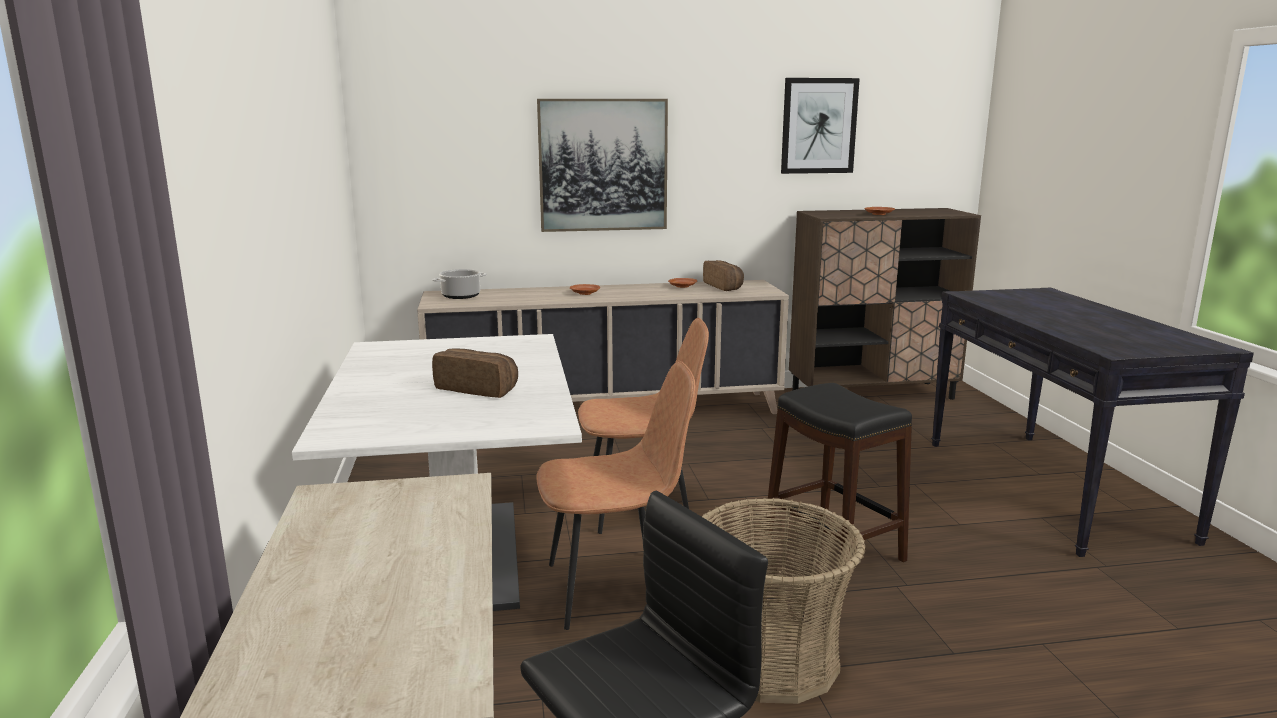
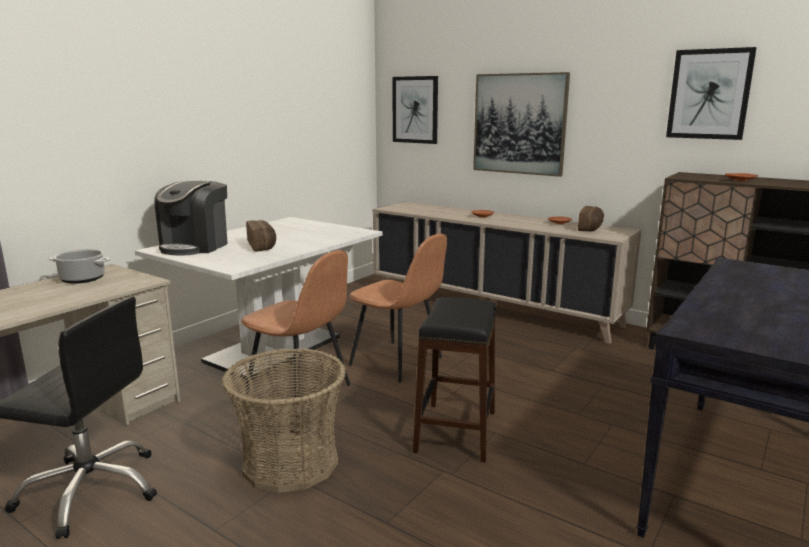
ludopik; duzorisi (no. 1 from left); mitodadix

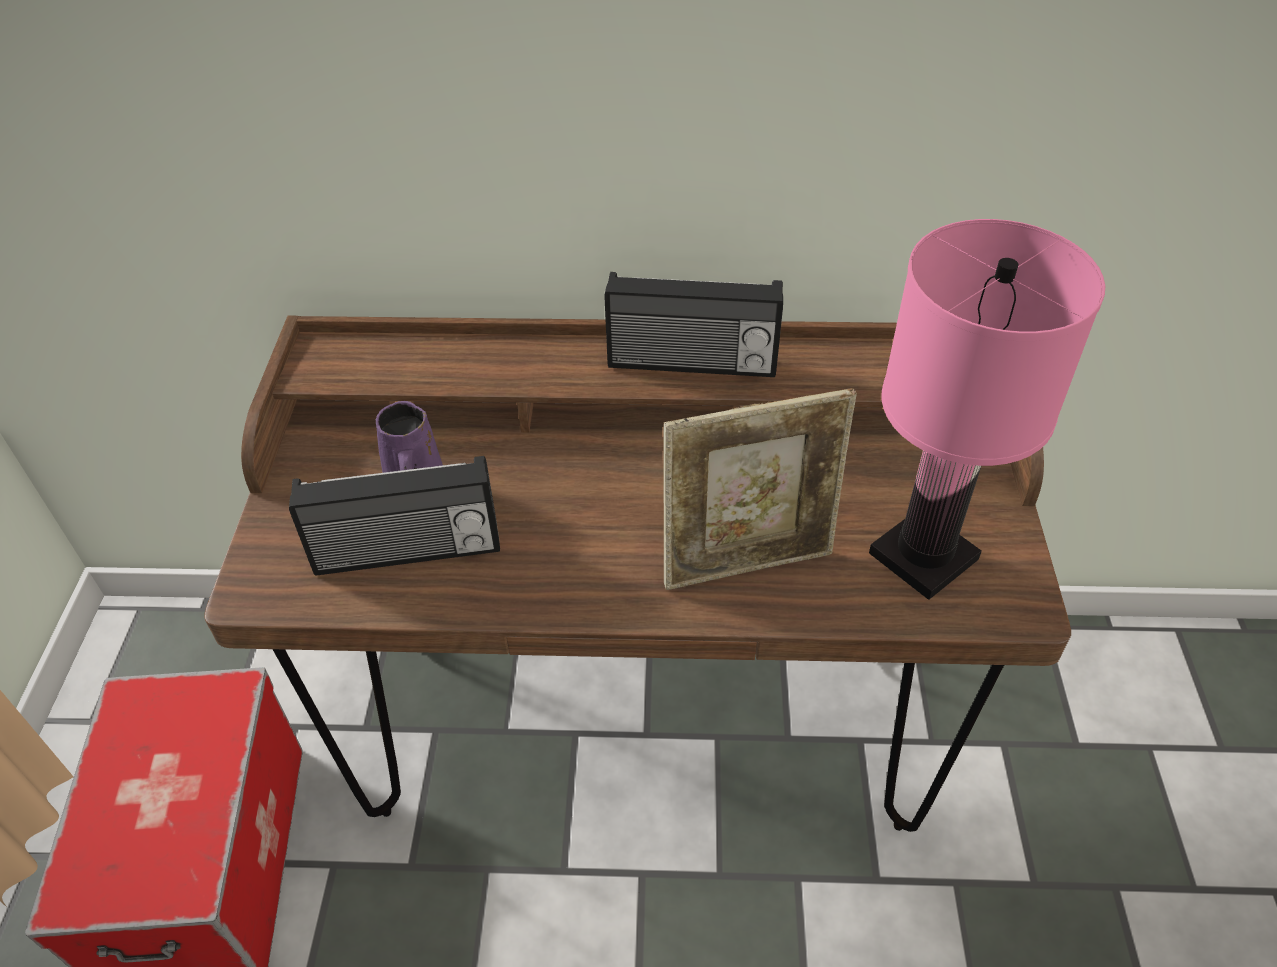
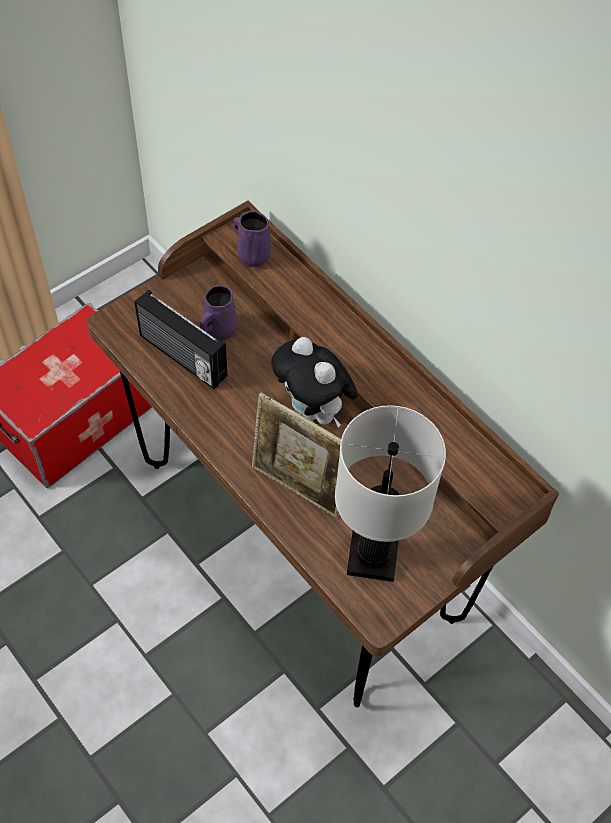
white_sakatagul; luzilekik (no. 2 from left in the first image); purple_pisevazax (no. 2 from left); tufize

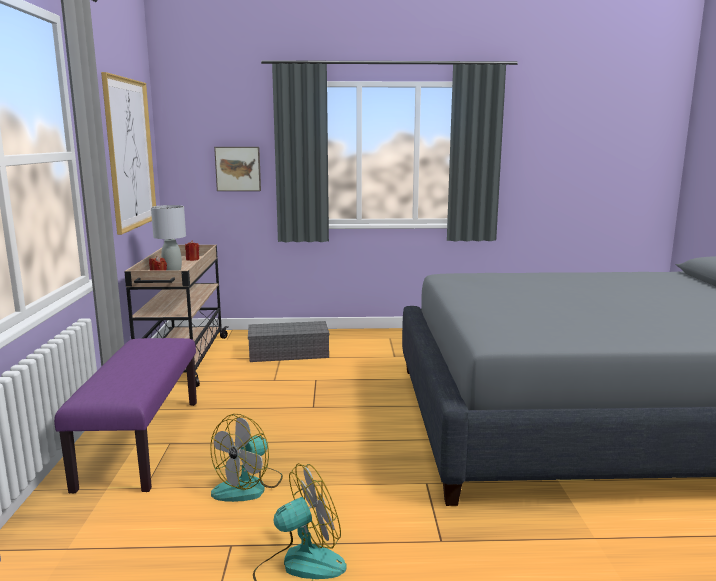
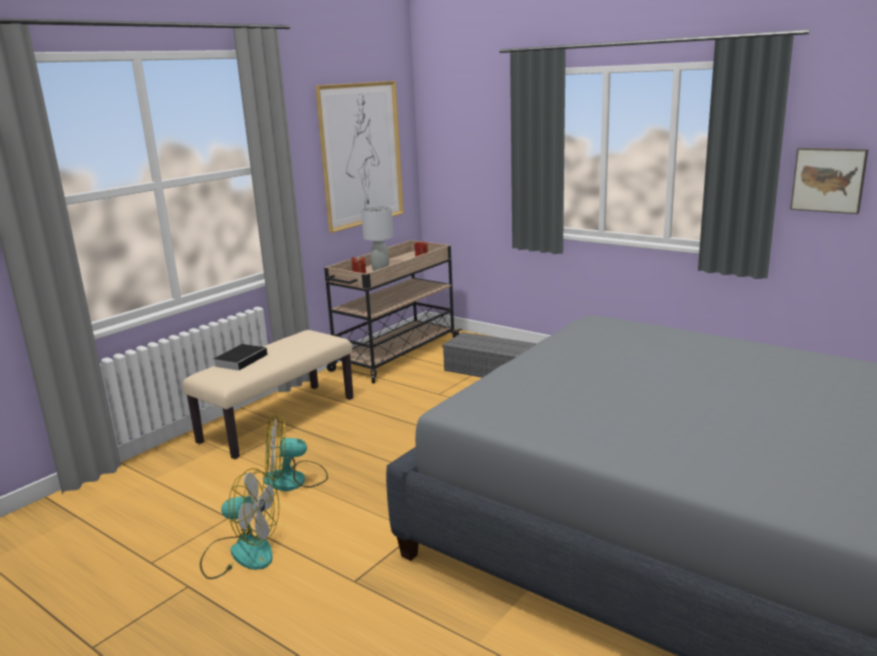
duzorisi (no. 2 from left); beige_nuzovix; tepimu

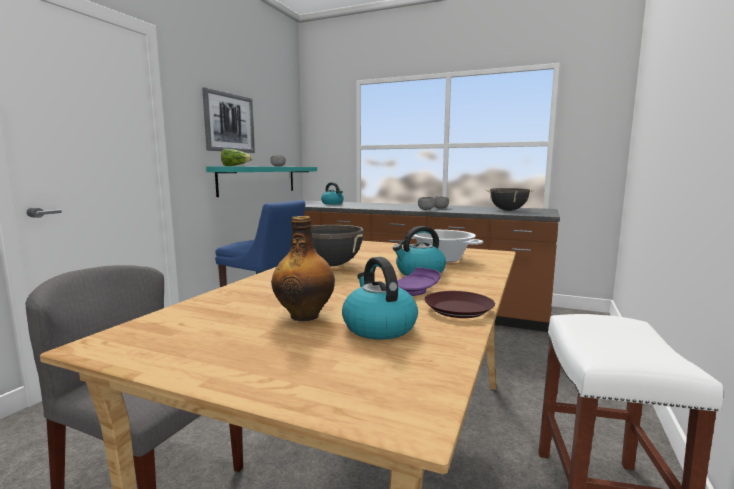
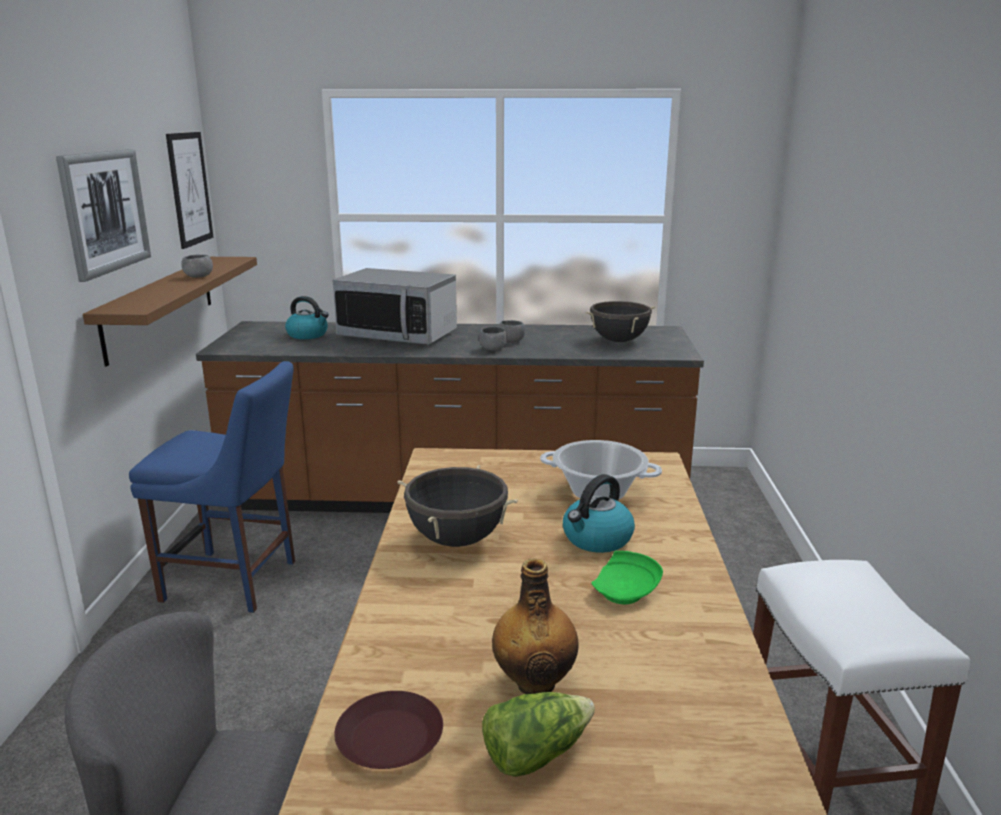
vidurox; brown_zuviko; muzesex (no. 2 from left in the first image); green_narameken; brown_narameken; duzorisi (no. 2 from left); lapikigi

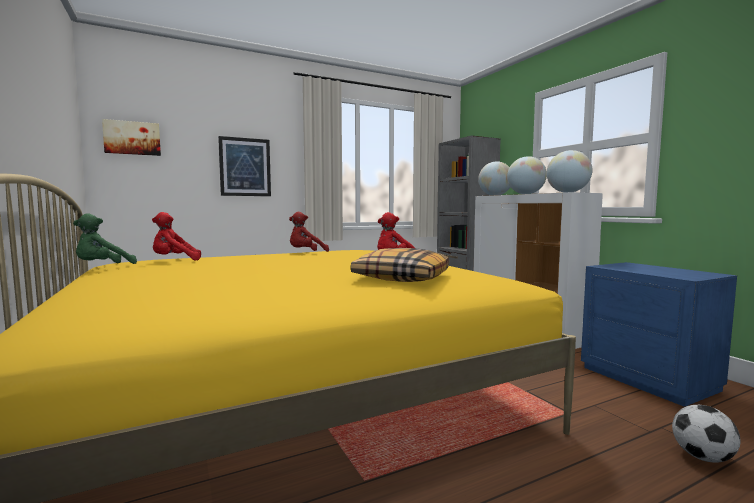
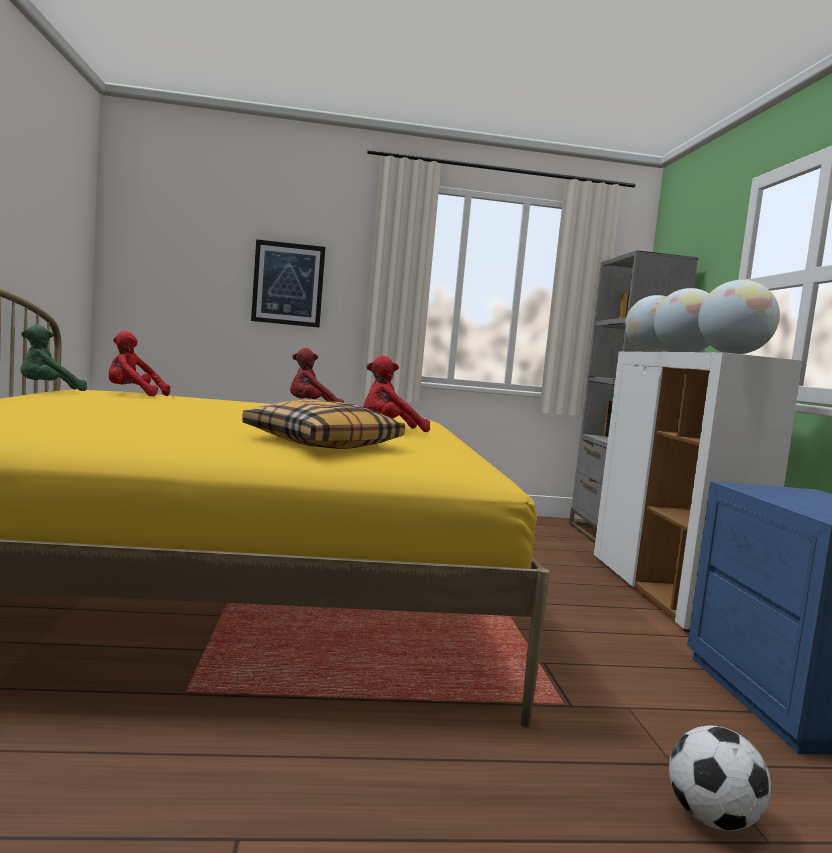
duzorisi (no. 1 from left in the first image)

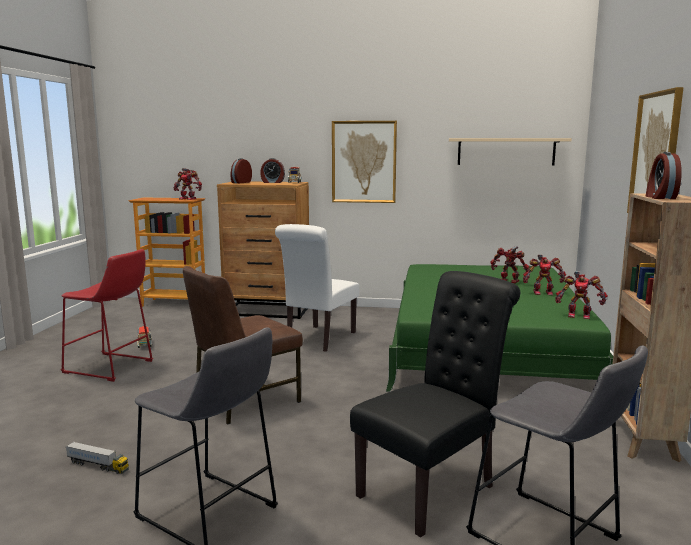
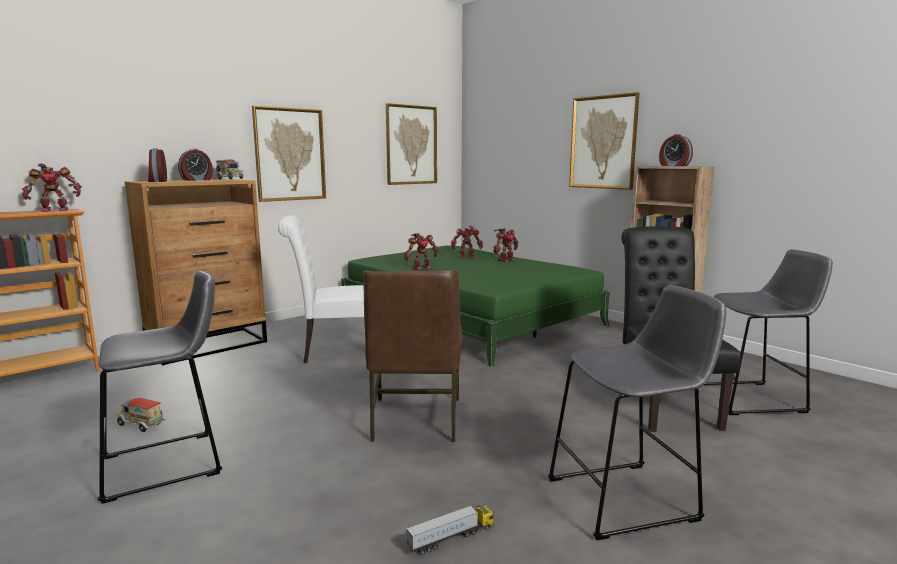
duzorisi (no. 2 from left); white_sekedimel; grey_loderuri (no. 1 from left); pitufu (no. 2 from left)

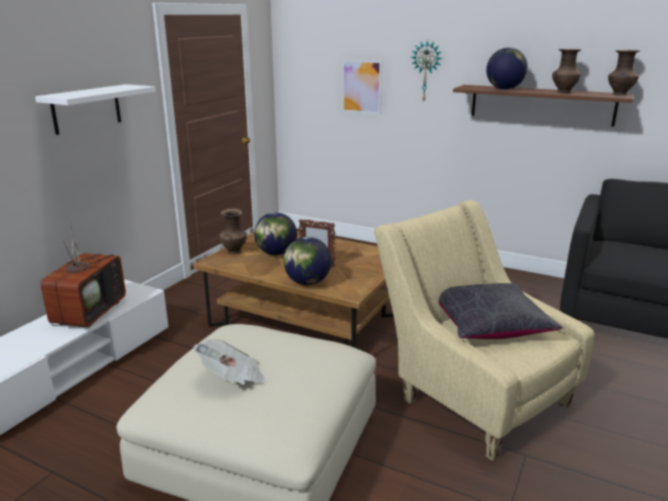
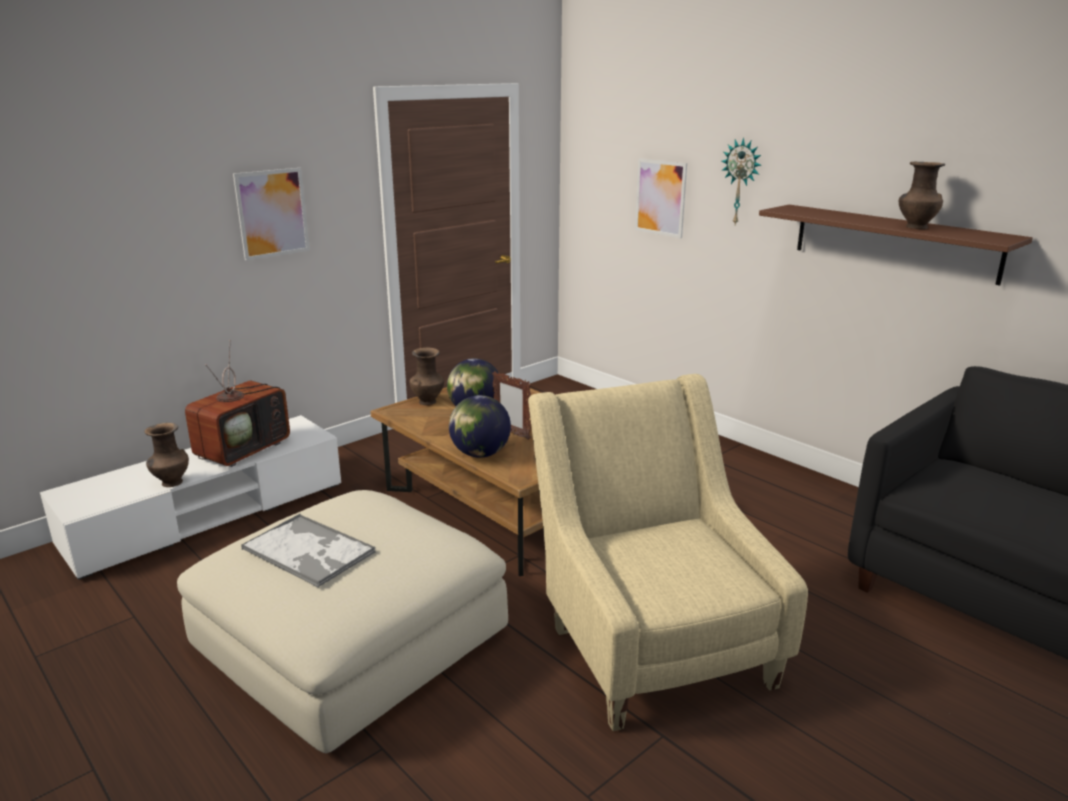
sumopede (no. 3 from left in the first image); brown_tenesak (no. 1 from left); duzorisi (no. 1 from left); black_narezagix; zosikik

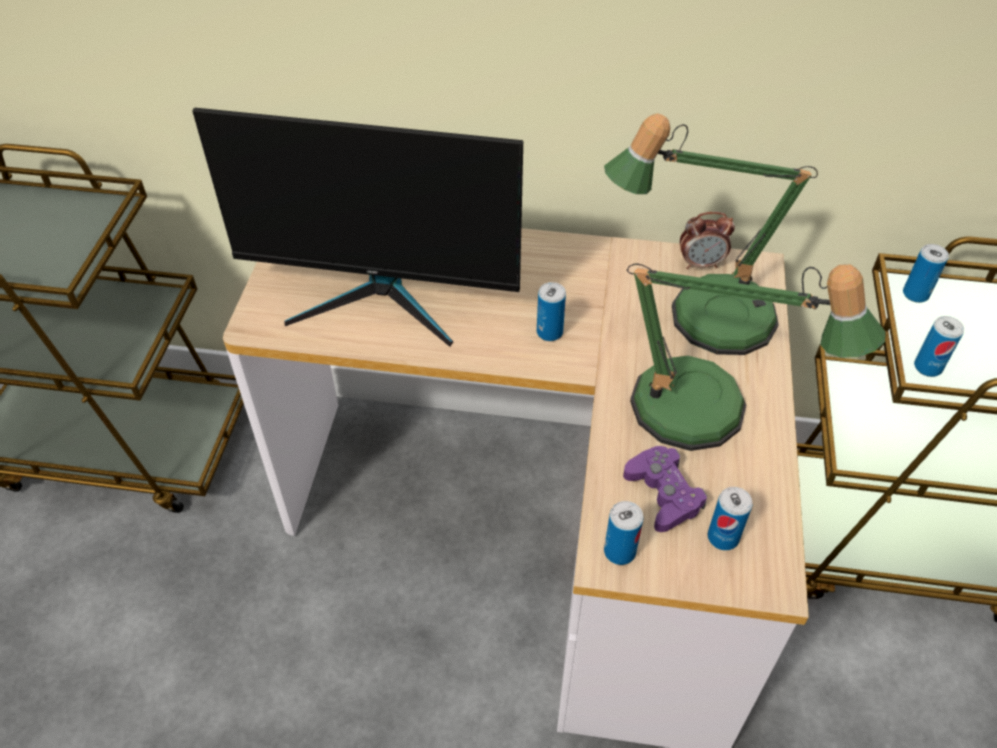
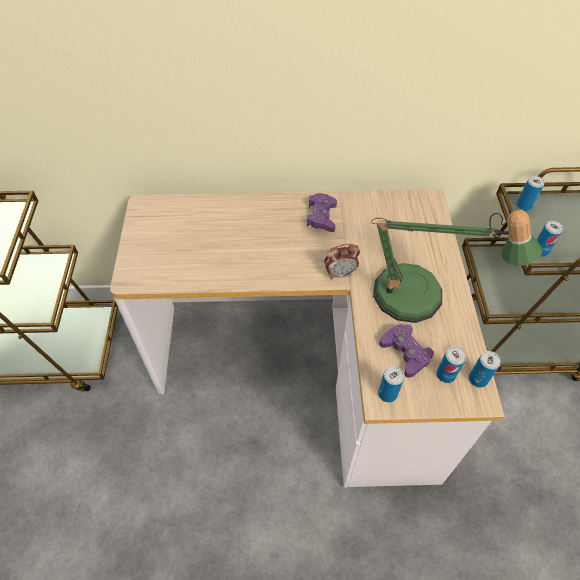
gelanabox; sakatagul (no. 1 from left in the first image); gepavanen; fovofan (no. 3 from left); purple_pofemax (no. 1 from left)

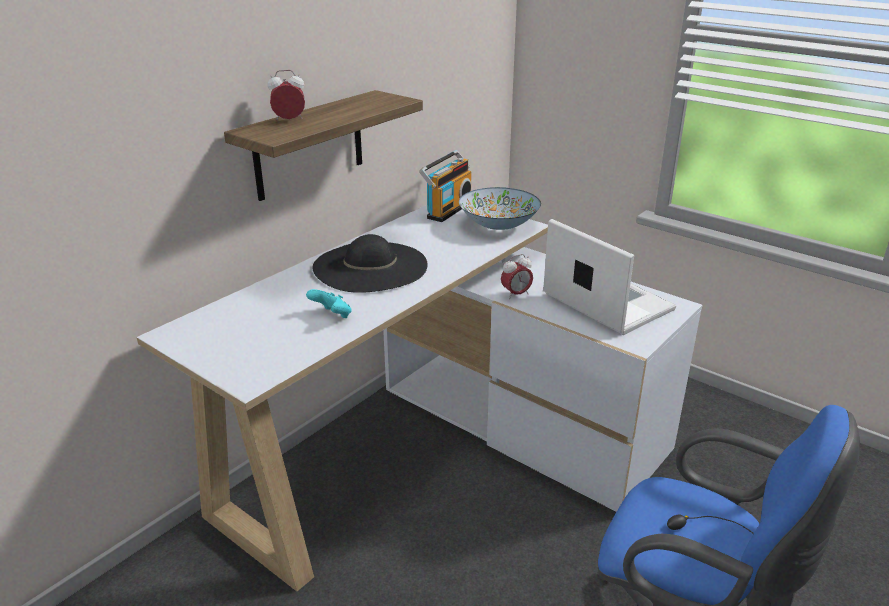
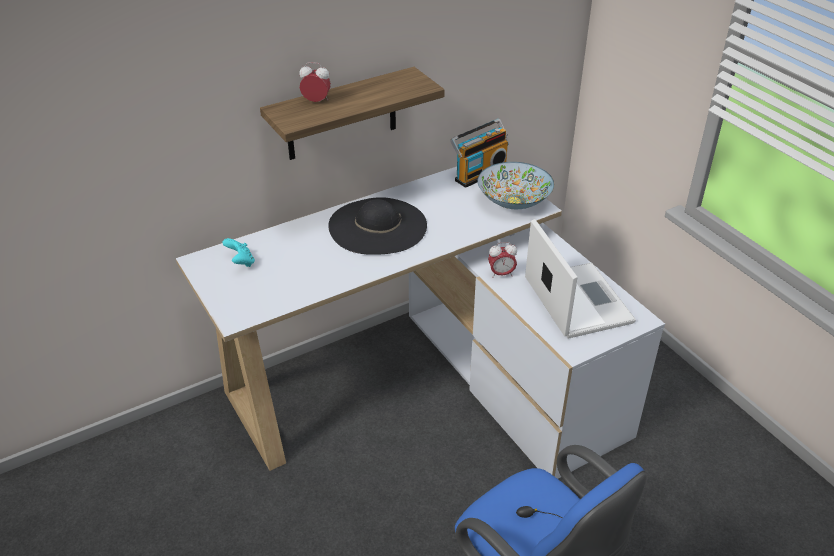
turquoise_pofemax

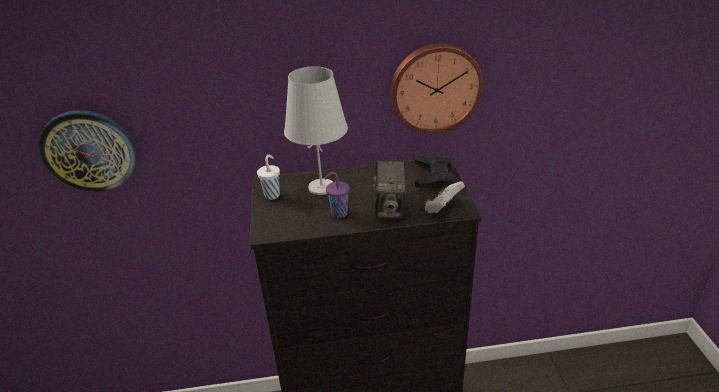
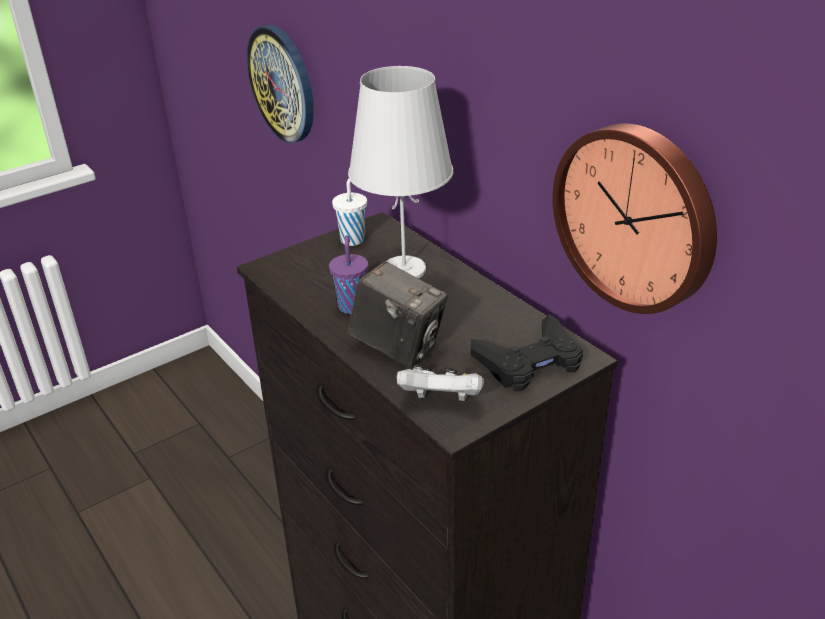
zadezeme

